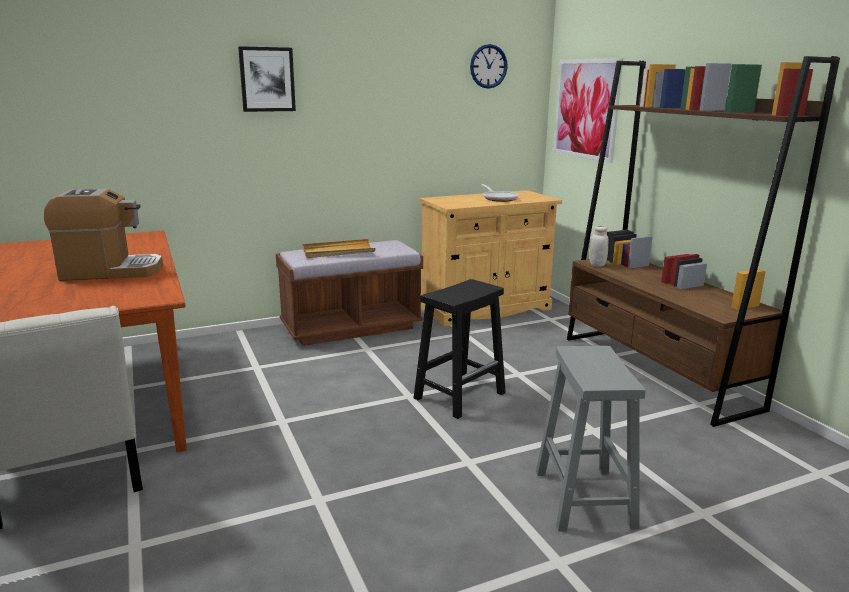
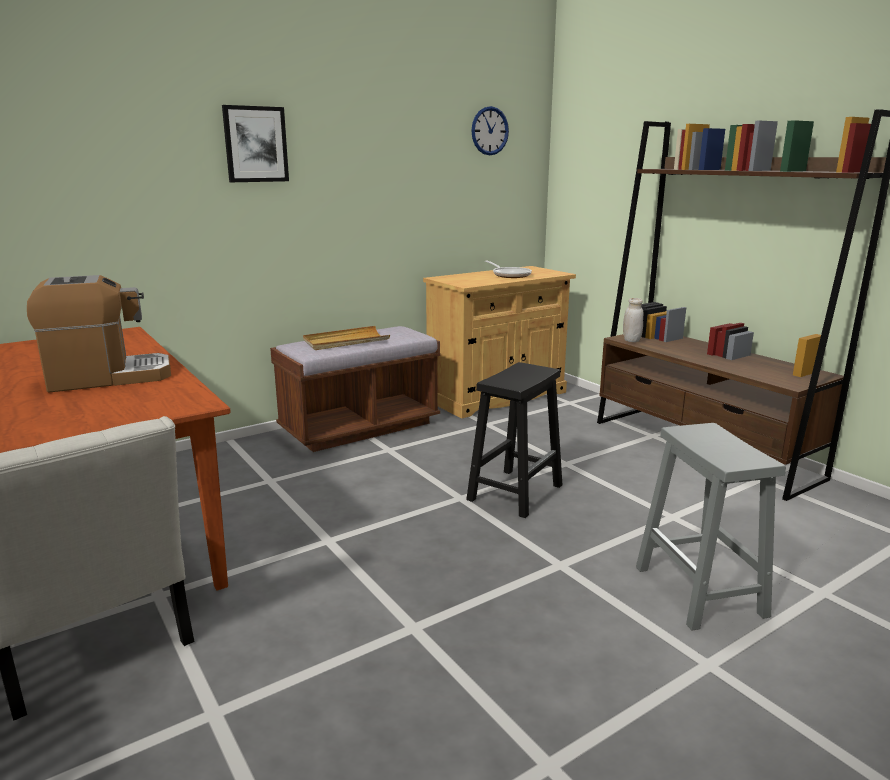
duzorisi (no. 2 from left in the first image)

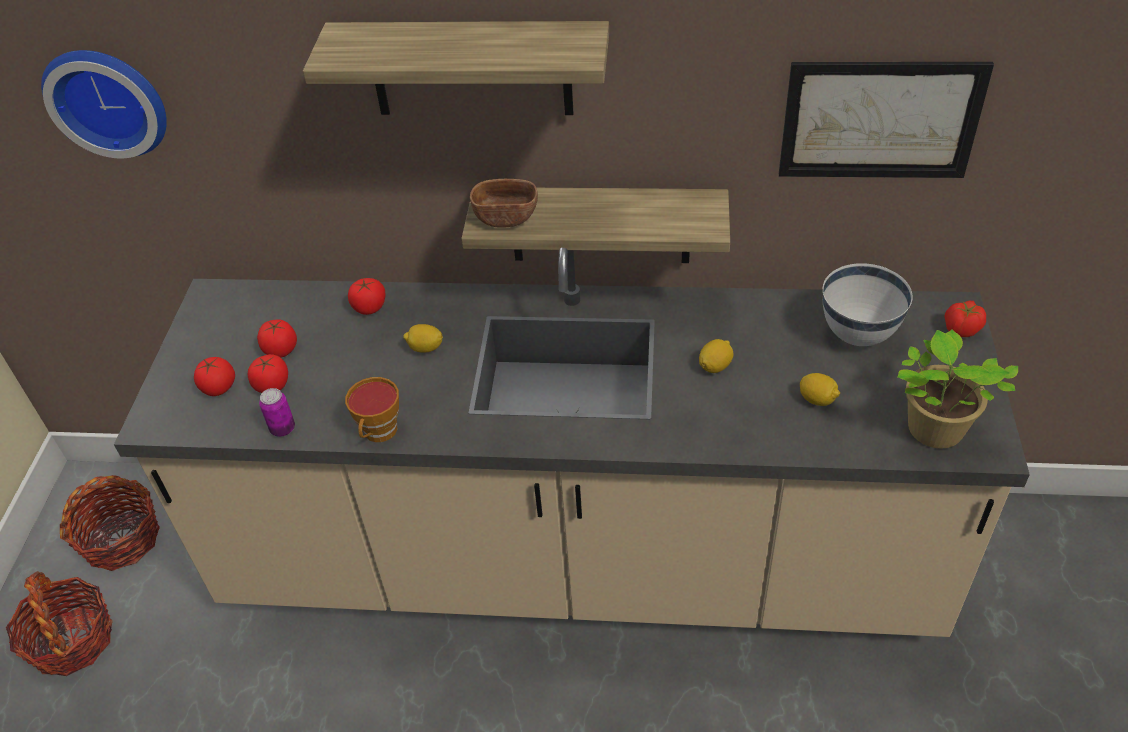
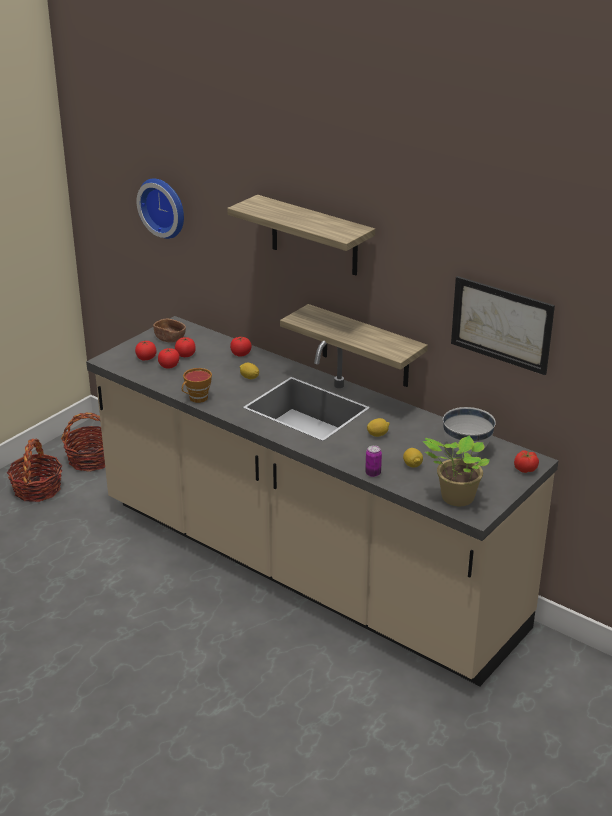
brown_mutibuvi; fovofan

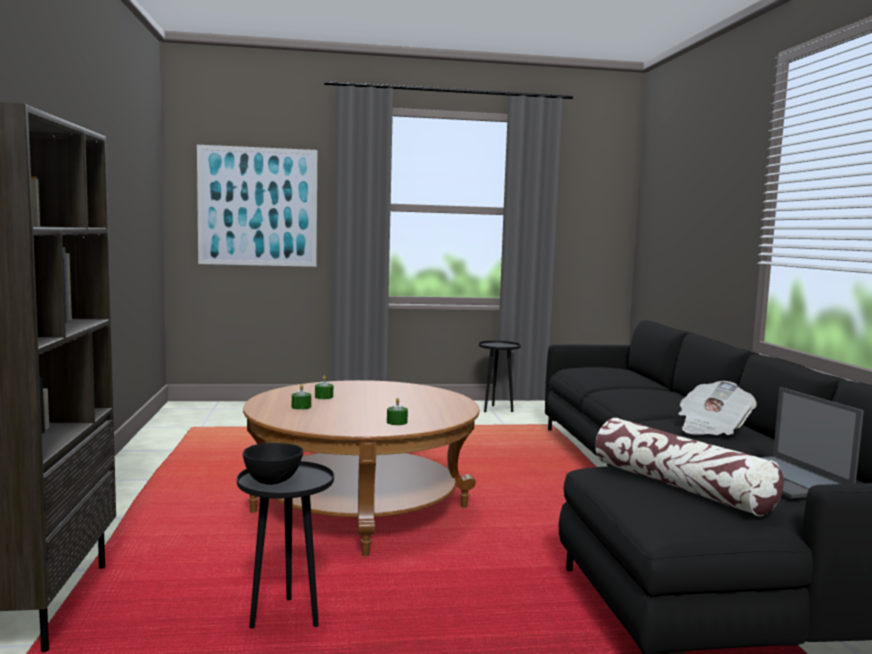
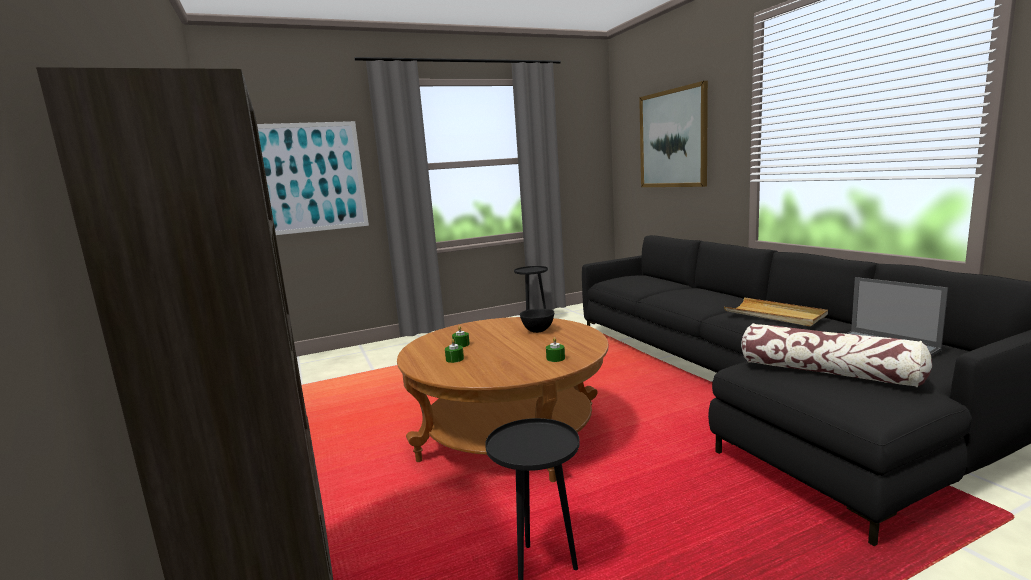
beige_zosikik; black_mutibuvi; duzorisi (no. 2 from left)

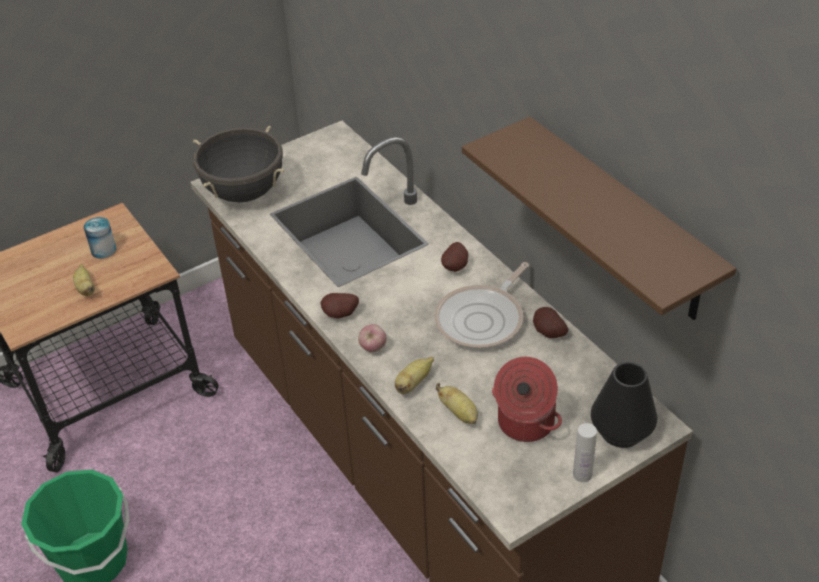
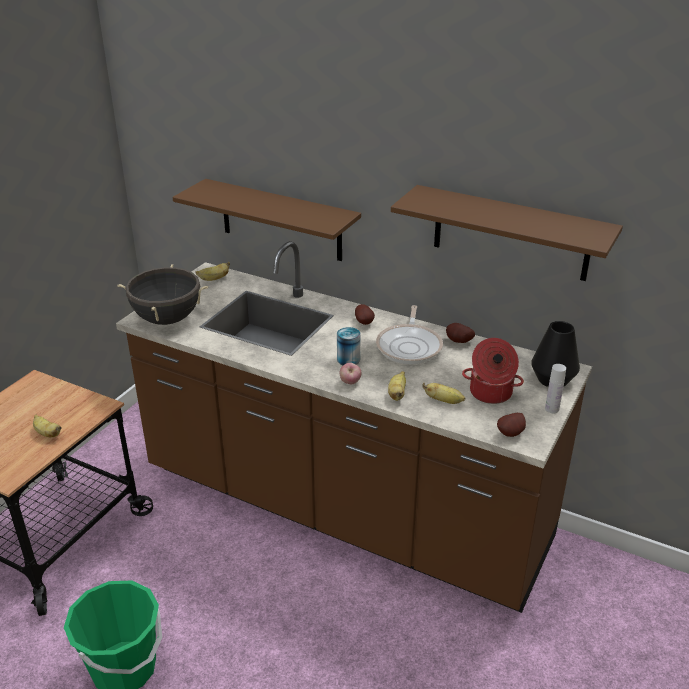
fovofan; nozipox (no. 3 from left); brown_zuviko (no. 1 from left); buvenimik (no. 2 from left)

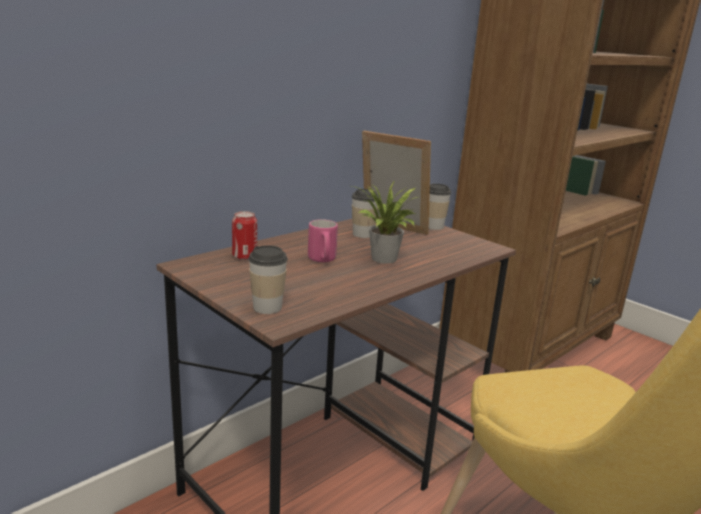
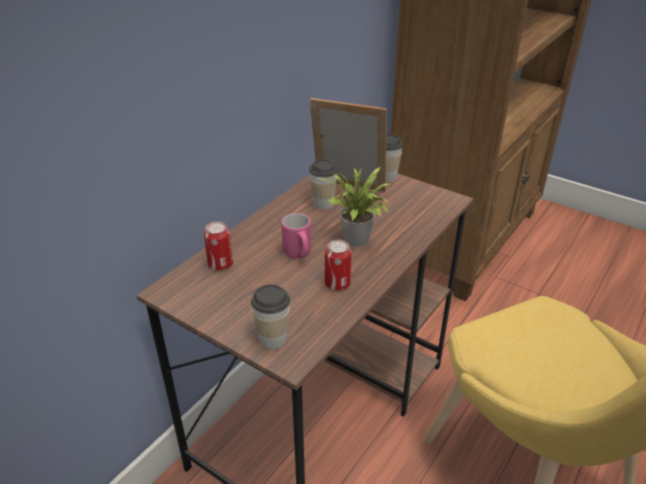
fovofan (no. 2 from left)

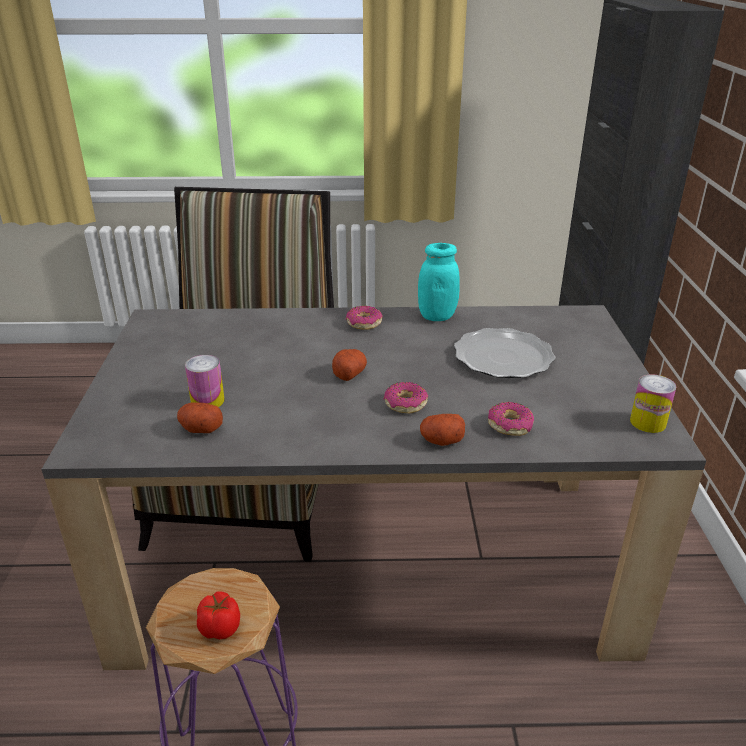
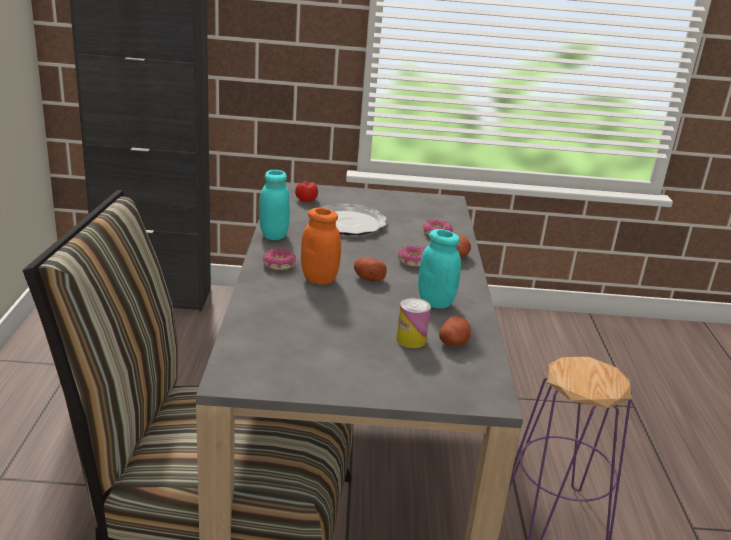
fovofan (no. 2 from left in the first image); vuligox; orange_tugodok; turquoise_tugodok (no. 2 from left)

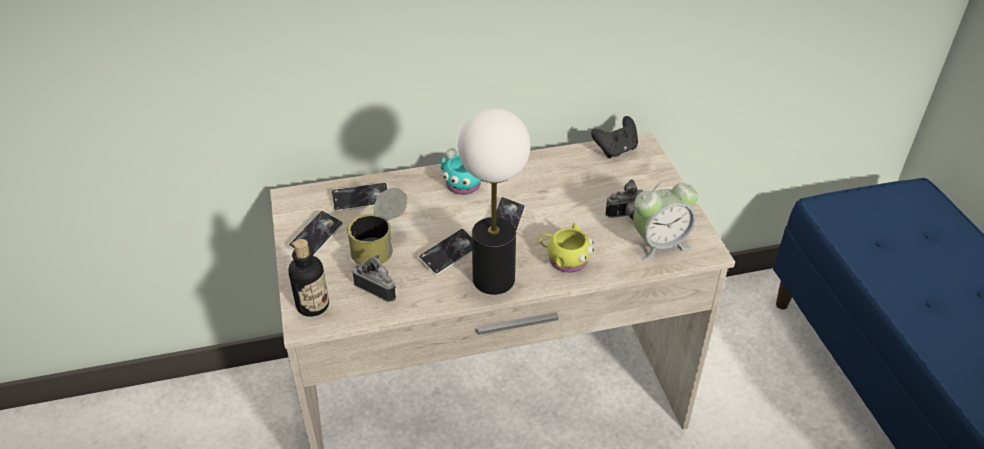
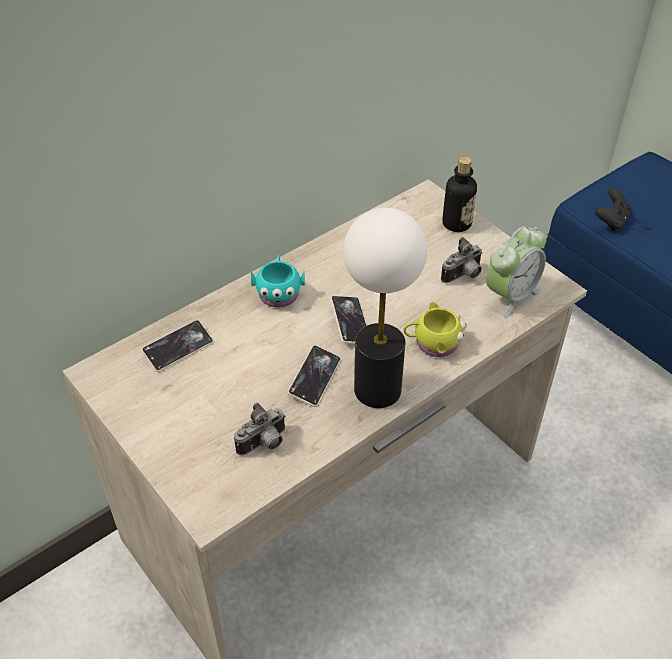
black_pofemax; fovofan; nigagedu (no. 1 from left in the first image); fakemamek; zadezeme (no. 1 from left)

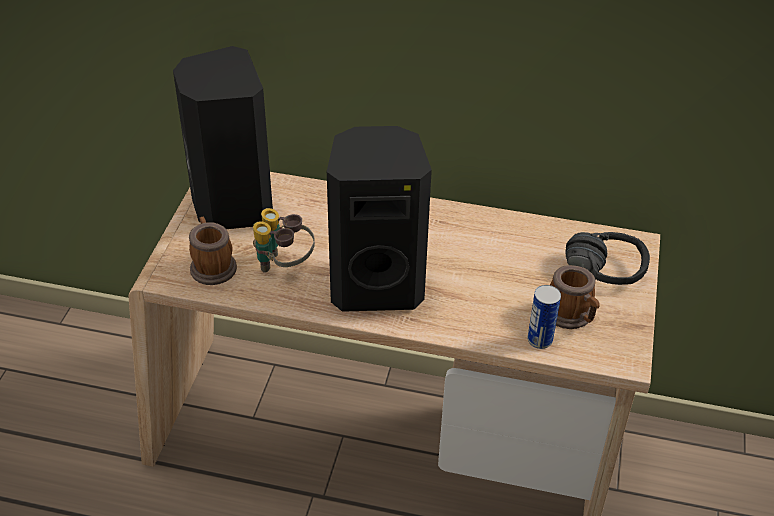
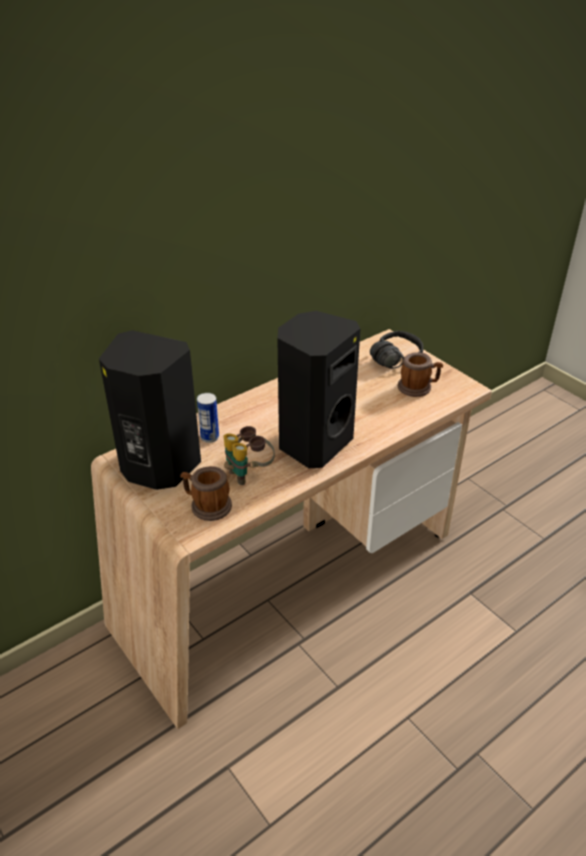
fovofan

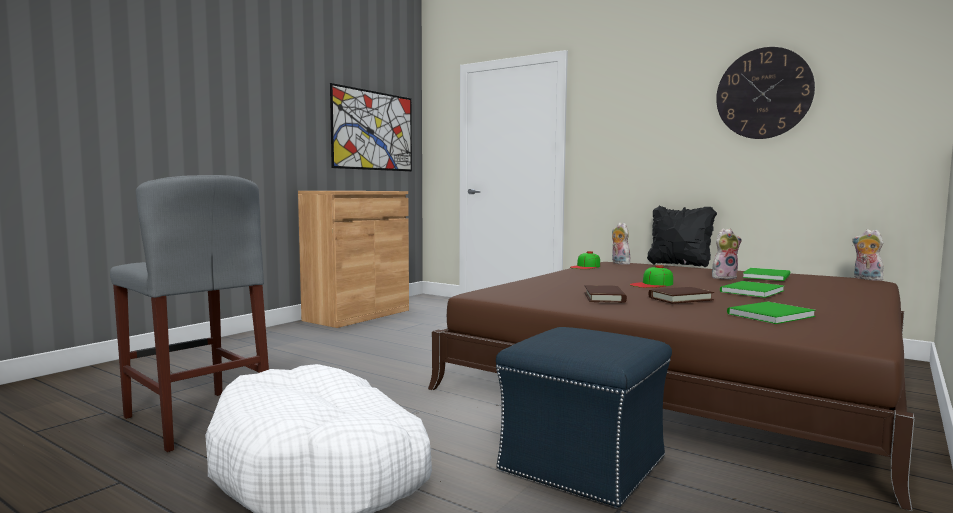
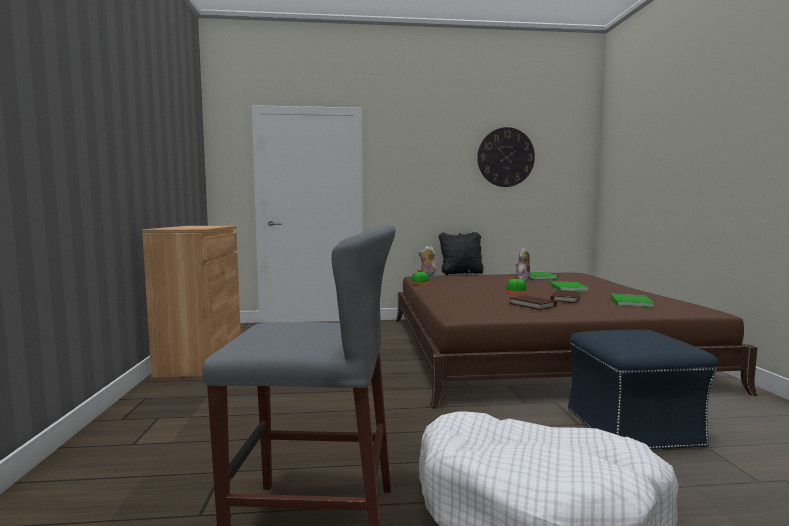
duzorisi; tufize (no. 3 from left in the first image)

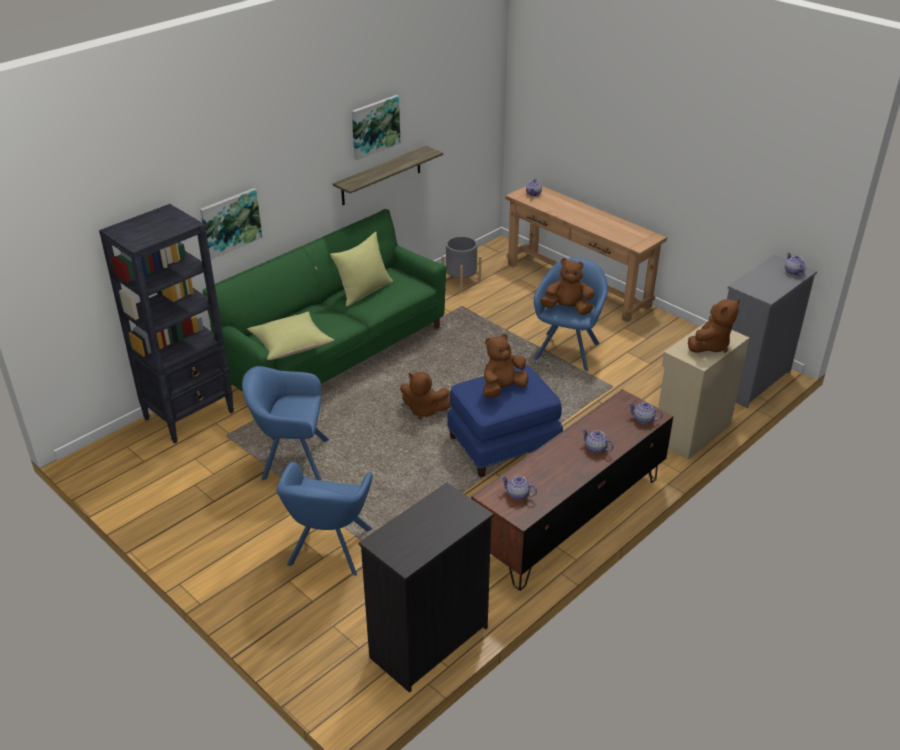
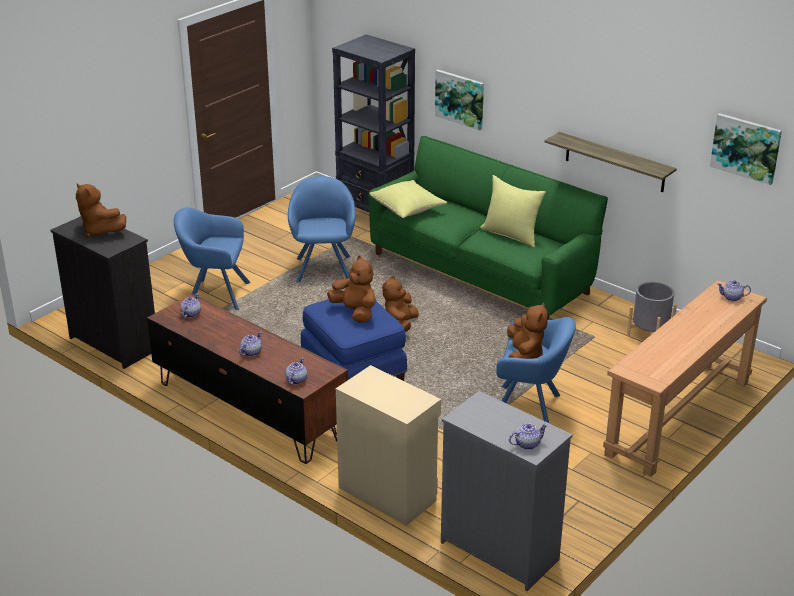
duzorisi (no. 2 from left); brown_tufize (no. 1 from left)

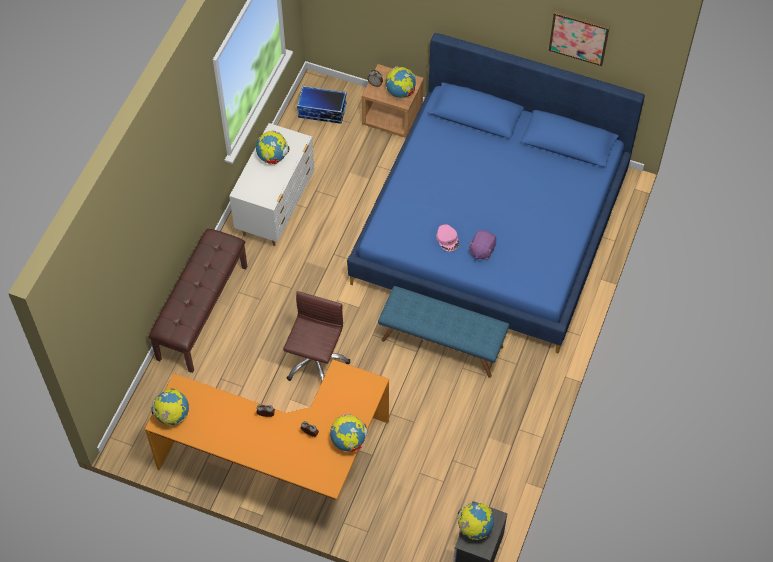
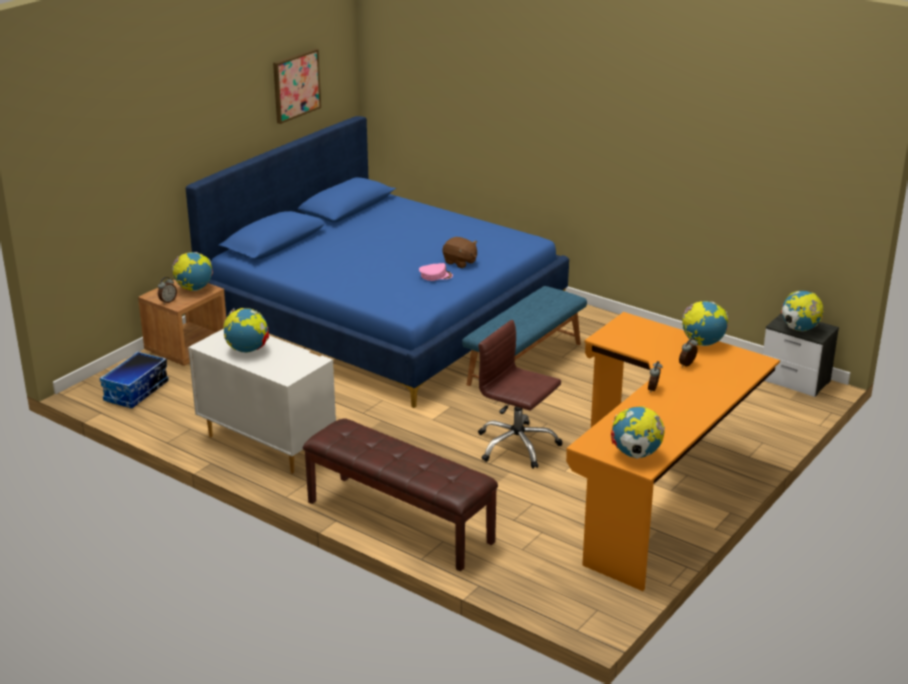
brown_tufize

